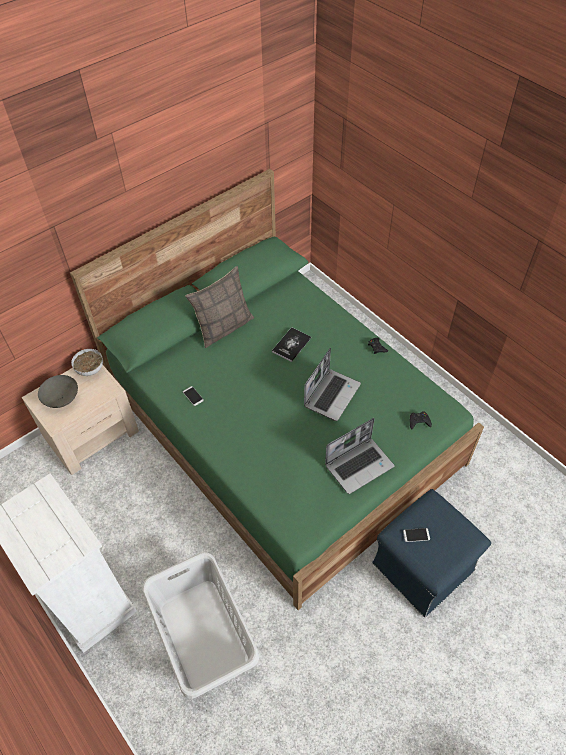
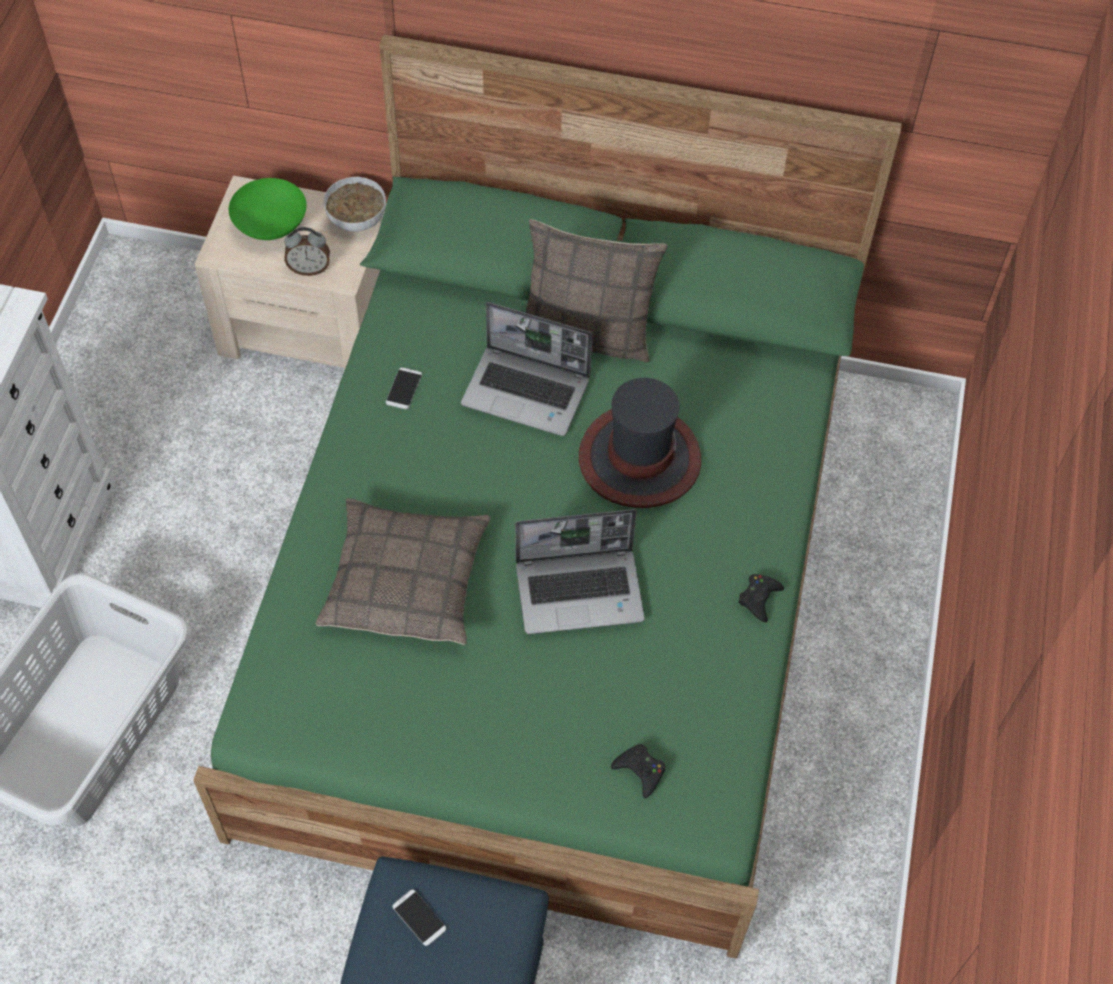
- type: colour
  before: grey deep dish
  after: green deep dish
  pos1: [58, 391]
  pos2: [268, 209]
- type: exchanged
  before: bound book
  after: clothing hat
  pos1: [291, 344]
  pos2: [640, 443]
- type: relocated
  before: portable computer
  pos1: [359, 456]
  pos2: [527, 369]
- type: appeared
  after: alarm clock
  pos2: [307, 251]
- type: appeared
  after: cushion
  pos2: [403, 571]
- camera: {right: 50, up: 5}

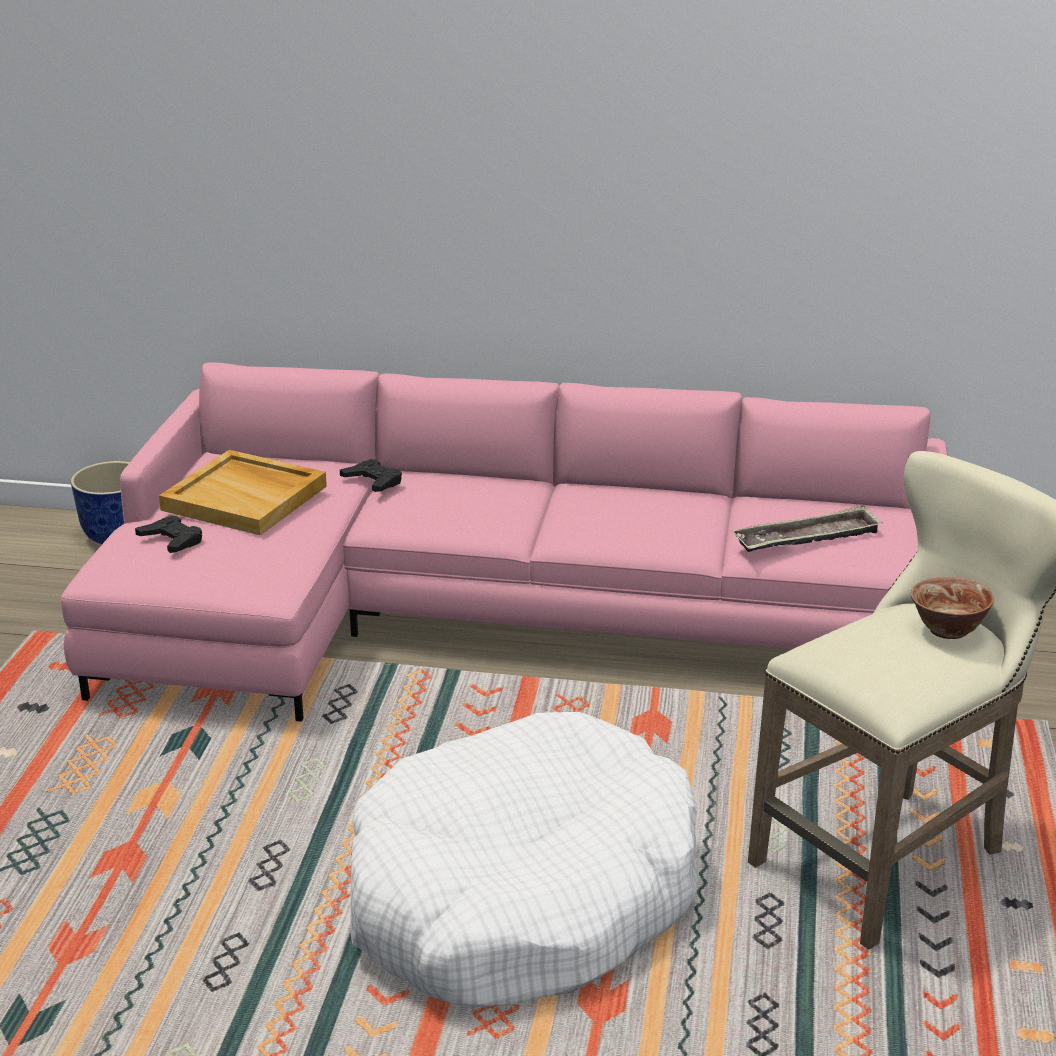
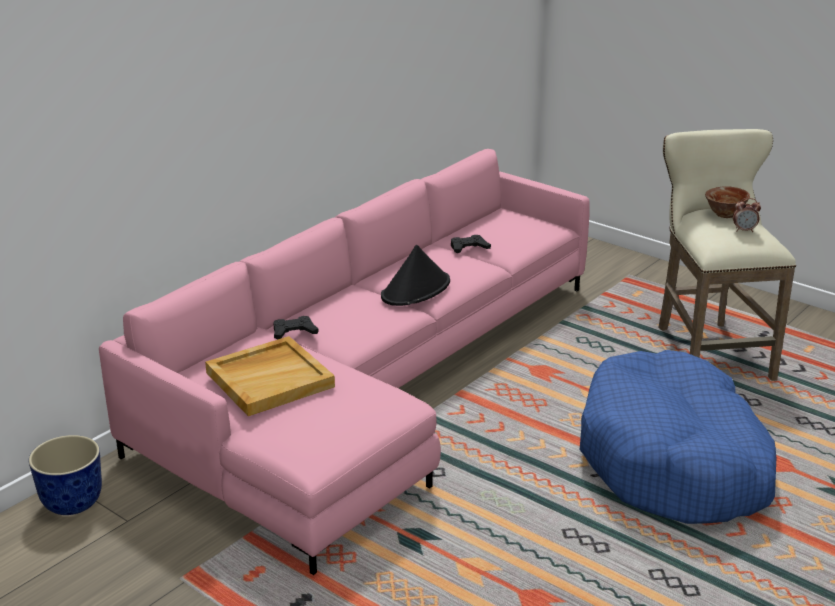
- type: relocated
  before: black joypad
  pos1: [168, 534]
  pos2: [471, 244]
- type: colour
  before: white dog bed
  after: bluish dog bed
  pos1: [524, 860]
  pos2: [678, 437]
- type: missing
  before: tray
  pos1: [807, 528]
- type: appeared
  after: black clothing hat
  pos2: [415, 275]
- type: appeared
  after: alarm clock
  pos2: [747, 215]
- camera: {right: -60, up: 0}

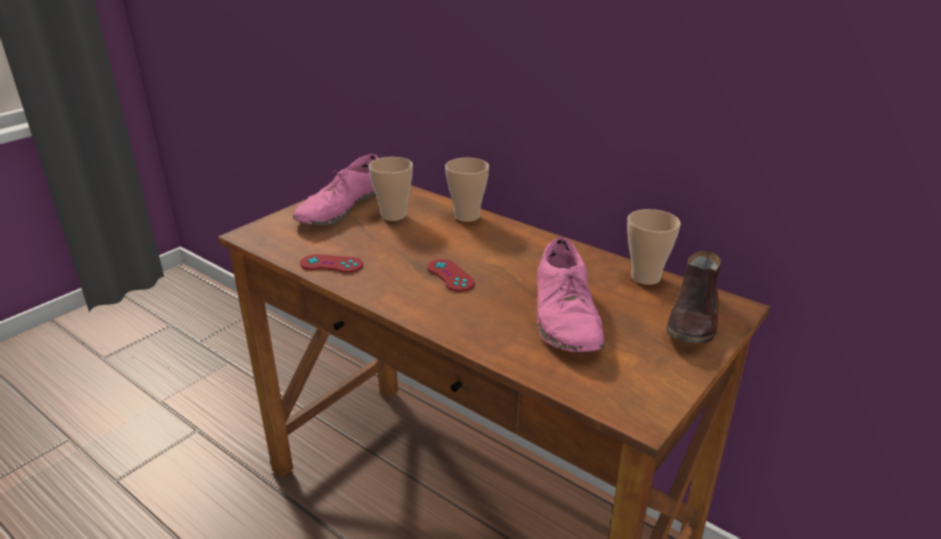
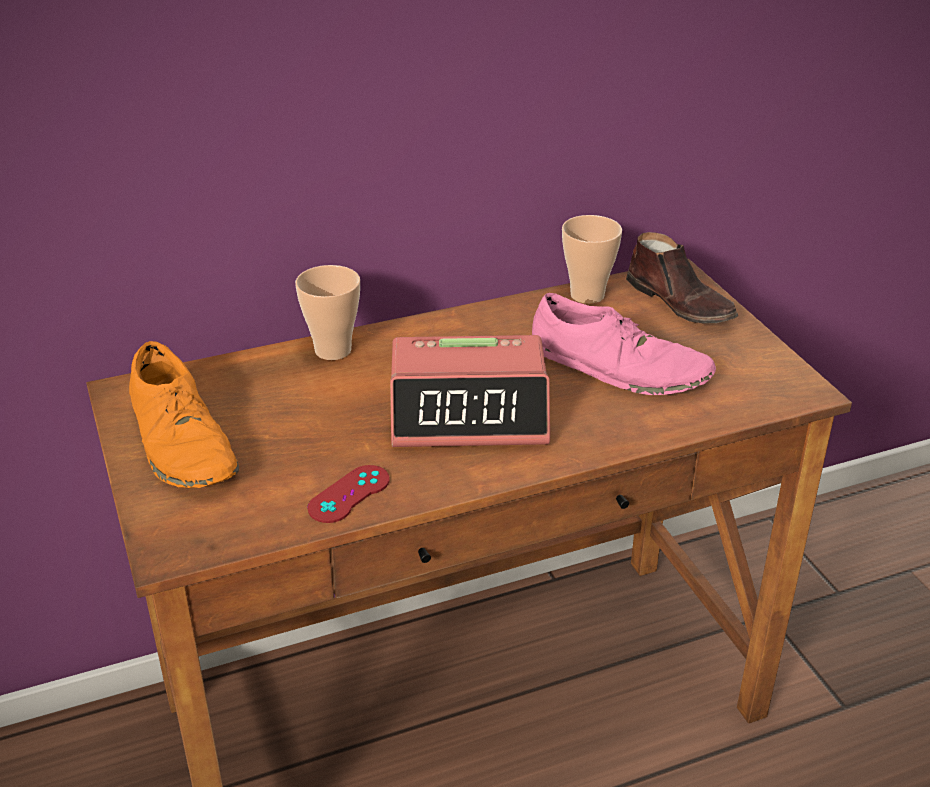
- type: colour
  before: pink-coloured low shoe
  after: orange-coloured low shoe
  pos1: [336, 190]
  pos2: [184, 414]
- type: missing
  before: drinking cup
  pos1: [391, 189]
- type: exchanged
  before: red-coloured joypad
  after: alarm clock
  pos1: [451, 275]
  pos2: [470, 391]
- camera: {right: -60, up: 5}

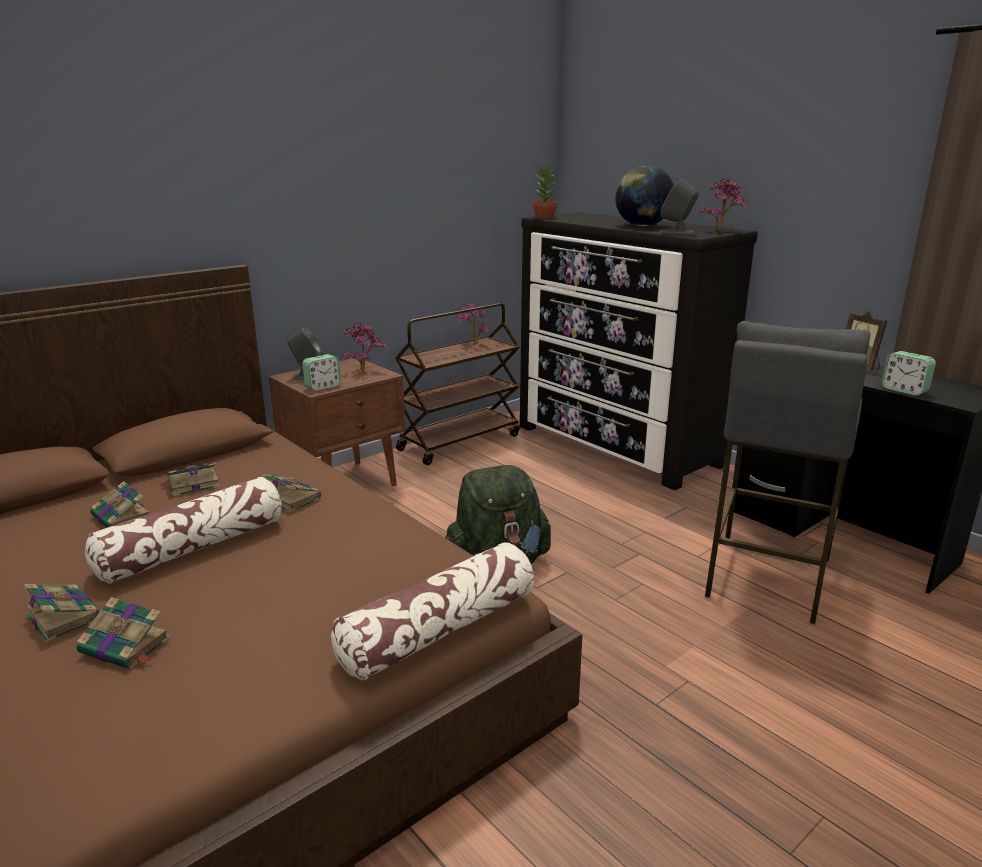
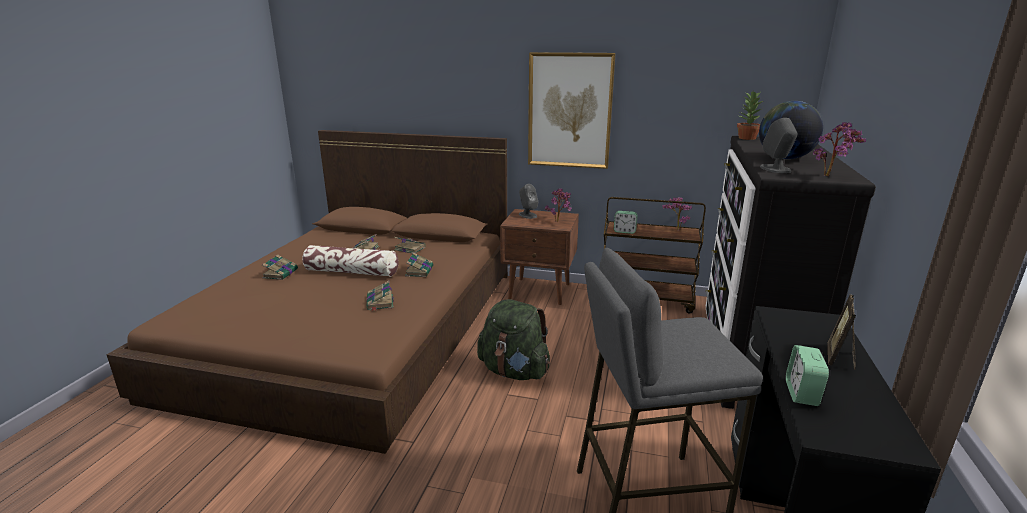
- type: relocated
  before: bound book
  pos1: [123, 633]
  pos2: [380, 296]
- type: relocated
  before: alarm clock
  pos1: [321, 372]
  pos2: [626, 222]
- type: missing
  before: cushion
  pos1: [432, 611]
- type: appeared
  after: wall art
  pos2: [572, 110]
- camera: {right: 55, up: 0}

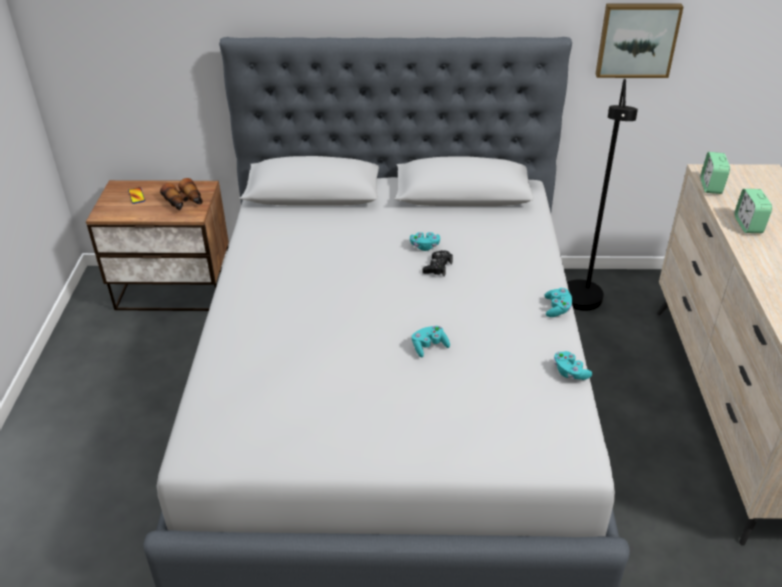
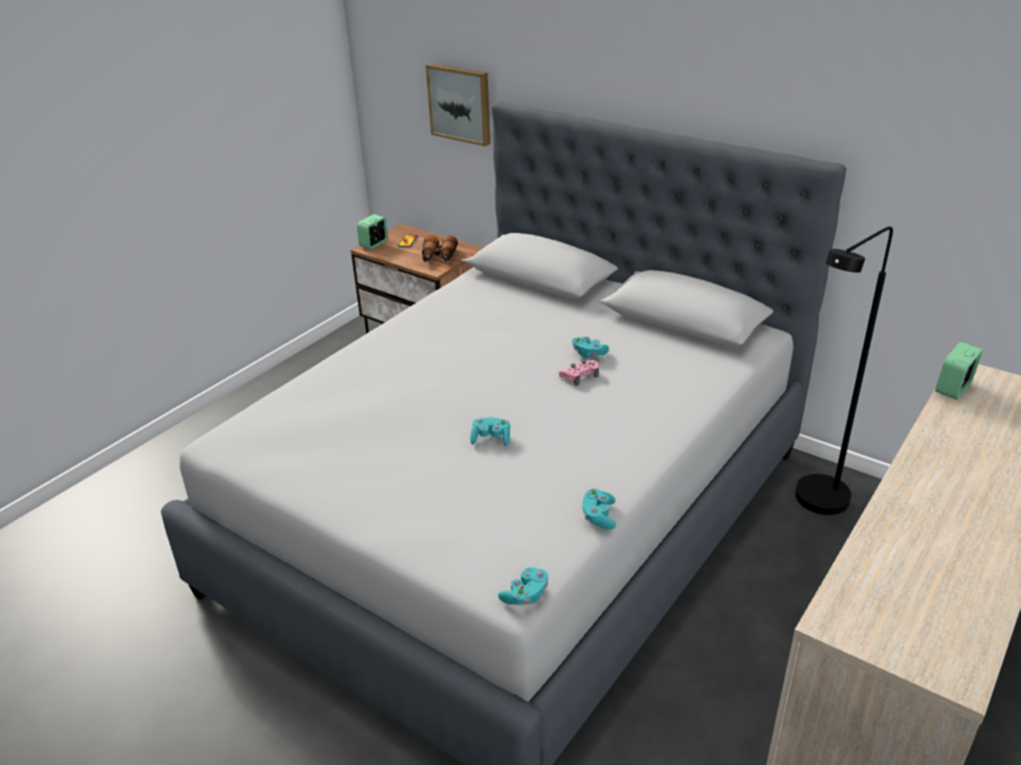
- type: colour
  before: black joypad
  after: pink-coloured joypad
  pos1: [438, 263]
  pos2: [579, 373]
- type: relocated
  before: turquoise joypad
  pos1: [558, 302]
  pos2: [523, 586]
- type: relocated
  before: wall art
  pos1: [639, 40]
  pos2: [458, 104]
- type: relocated
  before: alarm clock
  pos1: [753, 211]
  pos2: [372, 232]
- camera: {right: 35, up: -5}

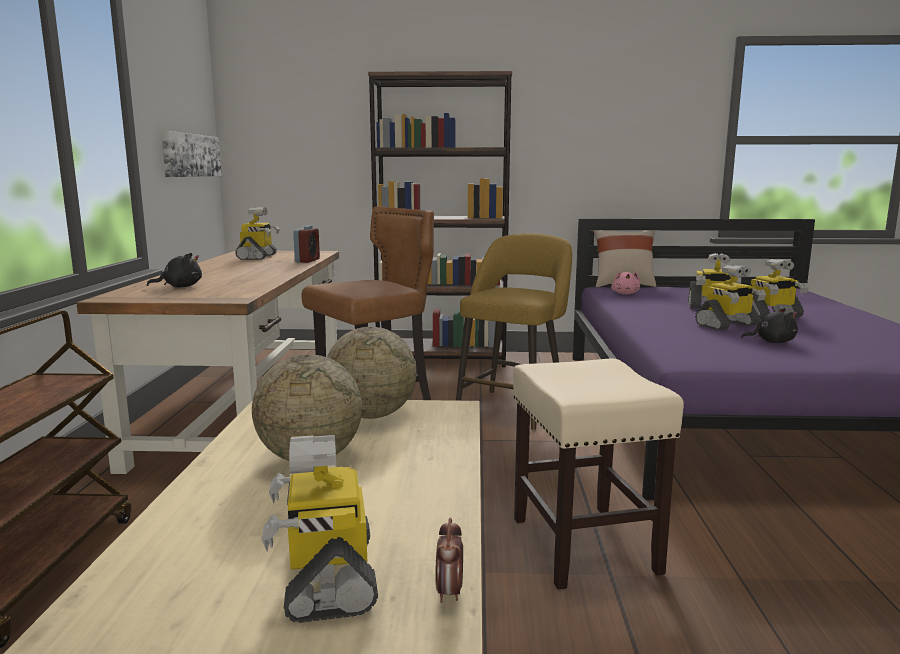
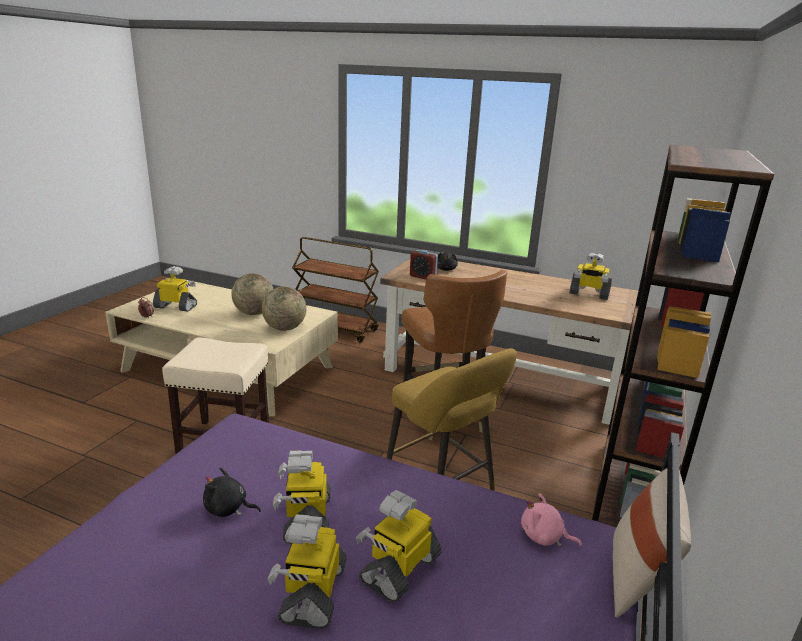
- type: missing
  before: wall art
  pos1: [191, 154]
- type: relocated
  before: alarm clock
  pos1: [306, 244]
  pos2: [424, 265]
- type: spun
  before: black cuddly toy
  pos1: [769, 325]
  pos2: [232, 492]
  turn: 75
- camera: {right: 110, up: 10}

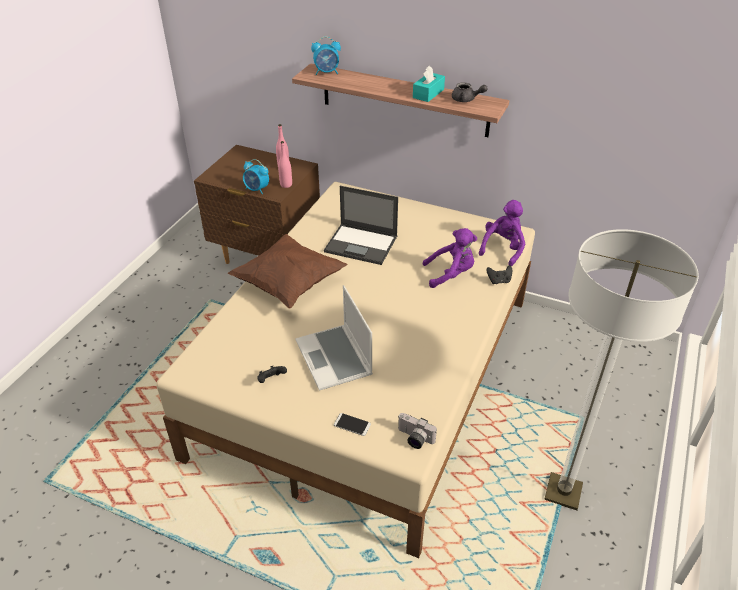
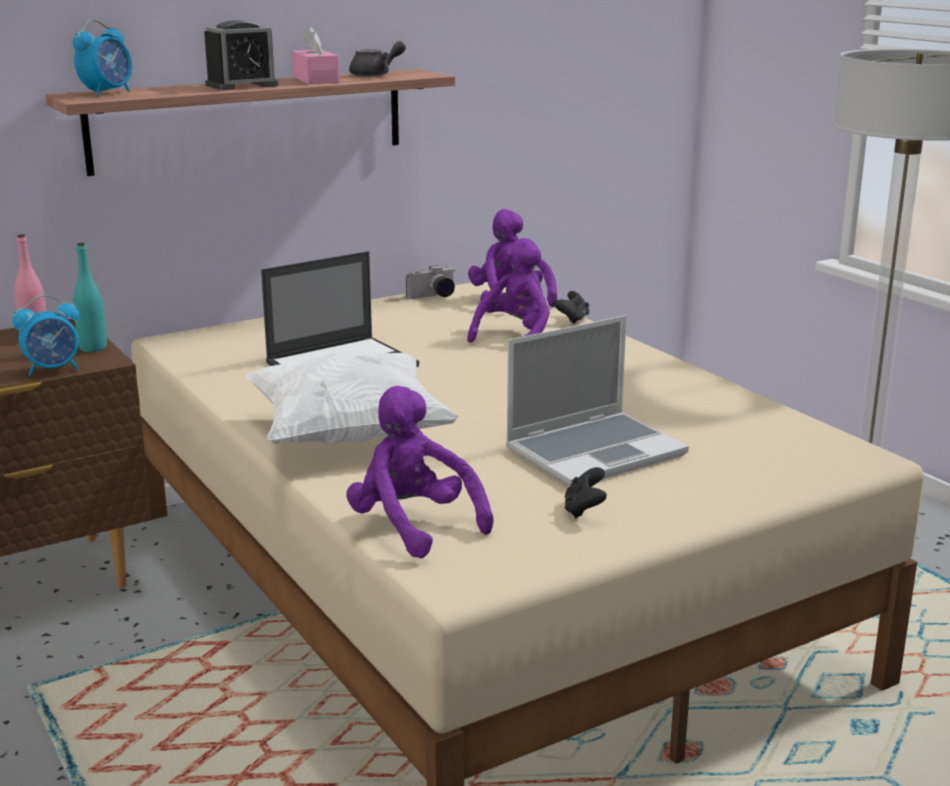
- type: colour
  before: brownish cushion
  after: white cushion
  pos1: [288, 271]
  pos2: [353, 398]
- type: colour
  before: pink-coloured bottle
  after: turquoise bottle
  pos1: [285, 164]
  pos2: [90, 297]
- type: spun
  before: portable computer
  pos1: [334, 338]
  pos2: [597, 400]
  turn: -45
- type: missing
  before: telephone
  pos1: [352, 424]
- type: relocated
  before: photo camera
  pos1: [417, 431]
  pos2: [430, 282]
- type: colour
  before: turquoise tissue holder
  after: pink-coloured tissue holder
  pos1: [429, 84]
  pos2: [315, 55]
- type: appeared
  after: alarm clock
  pos2: [241, 55]
- type: appeared
  after: purple-coloured cuddly toy
  pos2: [419, 472]
- camera: {right: -55, up: -20}

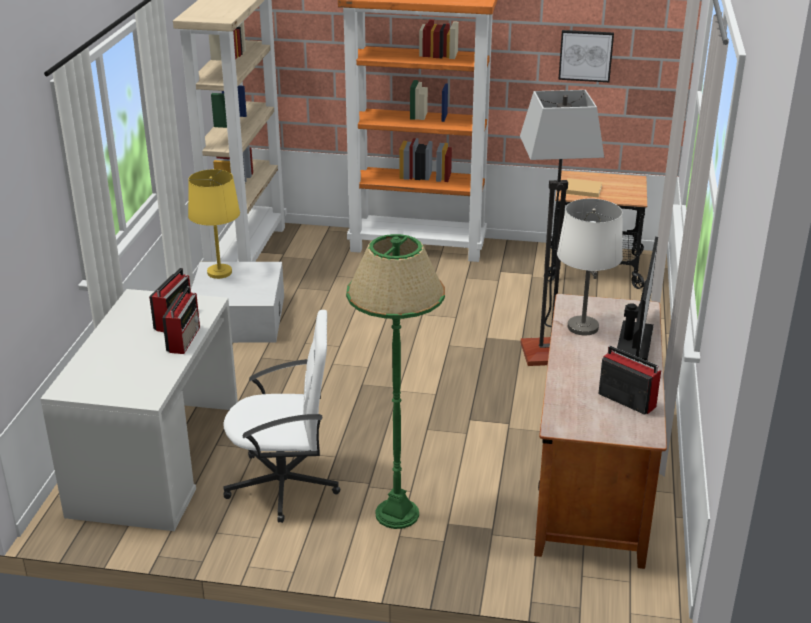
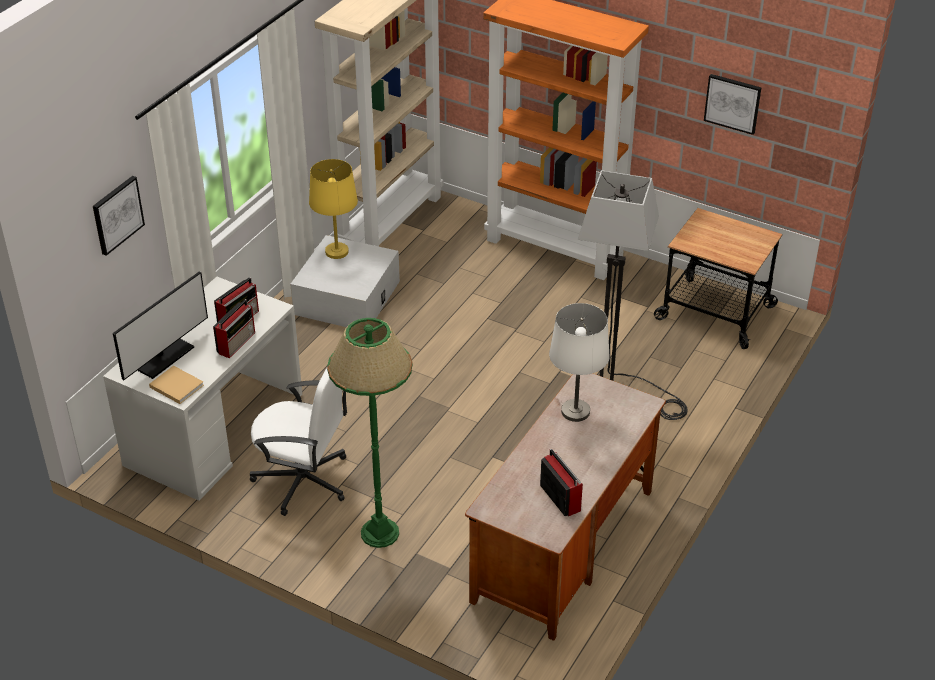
- type: relocated
  before: sand-coloured bound book
  pos1: [584, 187]
  pos2: [176, 385]
- type: relocated
  before: computer display
  pos1: [637, 298]
  pos2: [160, 325]
- type: appeared
  after: wall art
  pos2: [119, 216]
- camera: {right: 20, up: 10}

